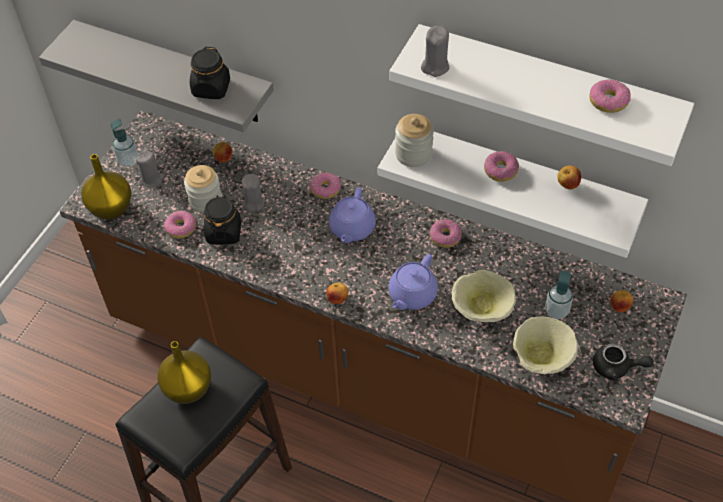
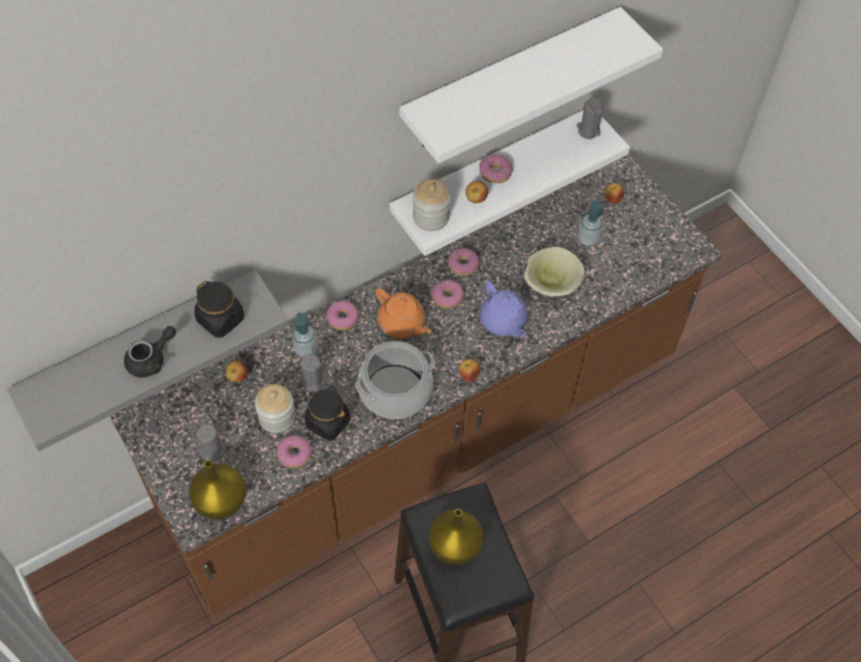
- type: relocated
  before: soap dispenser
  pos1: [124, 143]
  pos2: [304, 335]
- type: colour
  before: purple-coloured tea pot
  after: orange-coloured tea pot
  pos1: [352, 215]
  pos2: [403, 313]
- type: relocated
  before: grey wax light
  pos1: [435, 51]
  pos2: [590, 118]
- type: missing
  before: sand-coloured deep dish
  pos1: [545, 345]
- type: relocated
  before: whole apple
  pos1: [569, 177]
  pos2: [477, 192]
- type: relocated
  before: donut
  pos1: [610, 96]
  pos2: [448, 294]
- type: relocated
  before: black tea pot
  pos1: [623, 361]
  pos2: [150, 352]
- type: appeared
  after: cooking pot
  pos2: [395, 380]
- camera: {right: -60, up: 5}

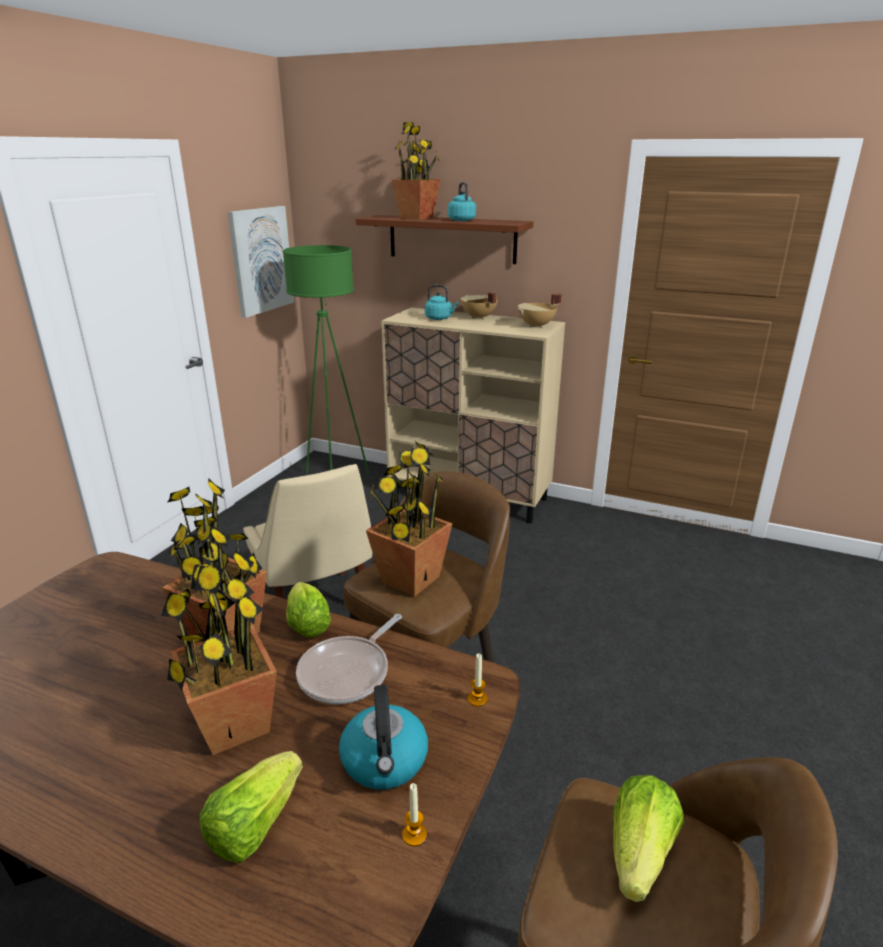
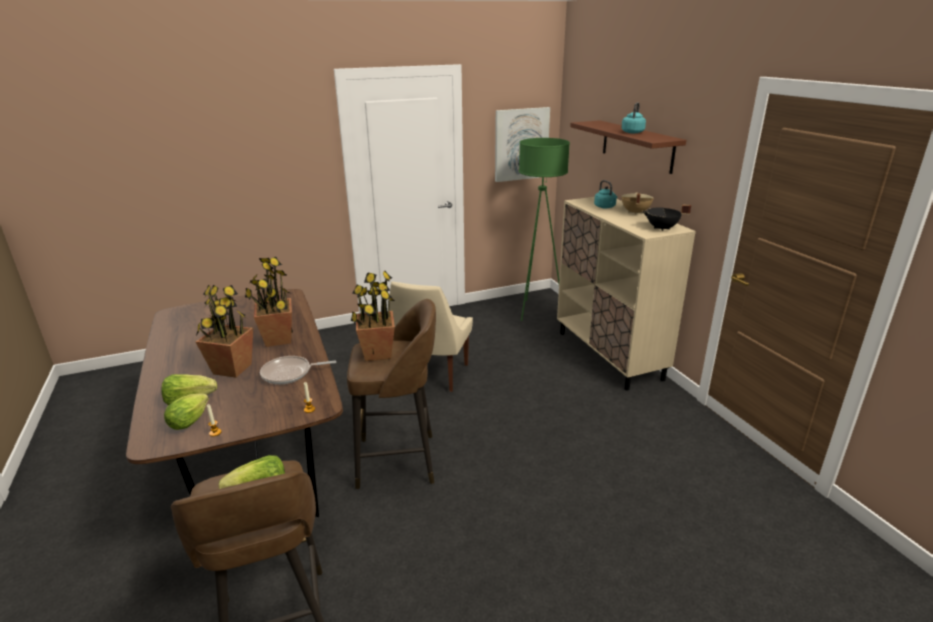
- type: relocated
  before: head of lettuce
  pos1: [308, 610]
  pos2: [186, 412]
- type: missing
  before: kettle
  pos1: [383, 737]
- type: missing
  before: houseplant
  pos1: [416, 171]
- type: colour
  before: sand-coloured cooking pot
  after: black cooking pot
  pos1: [539, 310]
  pos2: [666, 217]
- camera: {right: 45, up: 0}

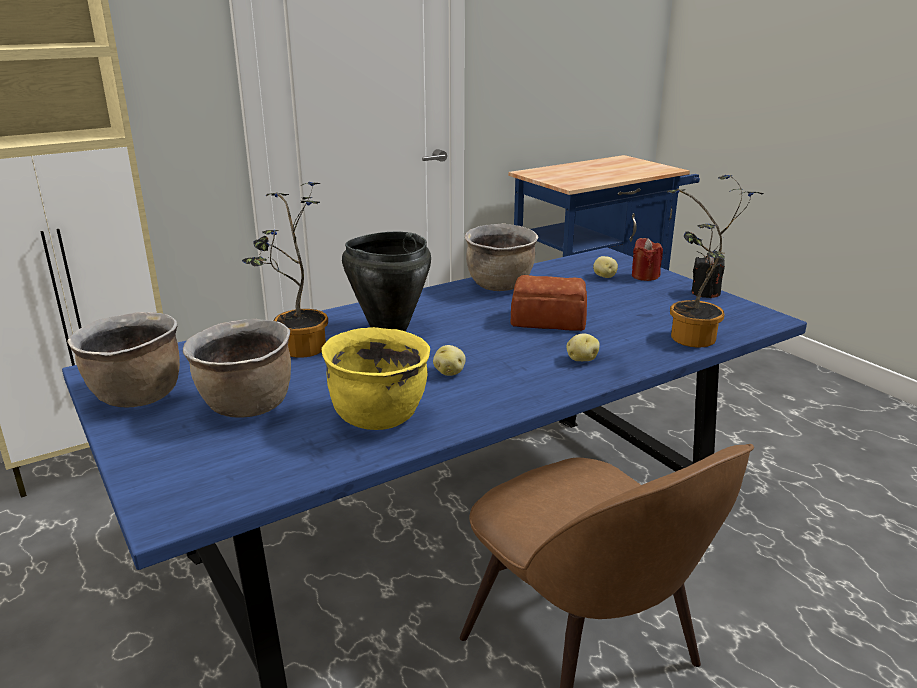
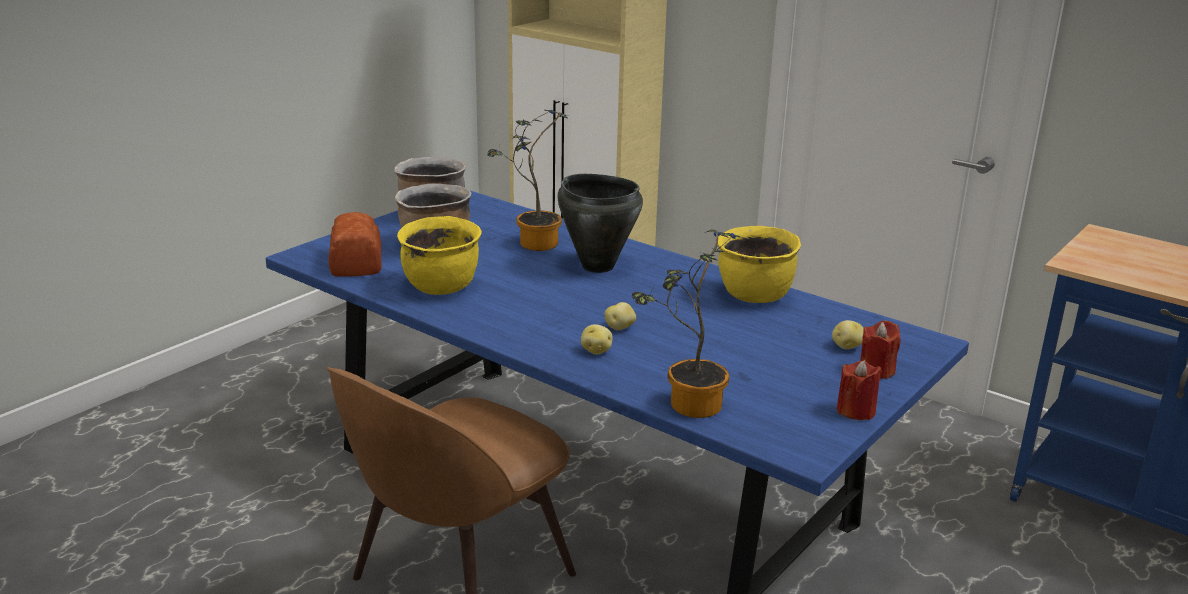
- type: relocated
  before: spud
  pos1: [449, 360]
  pos2: [620, 316]
- type: colour
  before: brownish cooking pot
  after: yellow-coloured cooking pot
  pos1: [501, 257]
  pos2: [759, 264]
- type: relocated
  before: baked bread
  pos1: [549, 303]
  pos2: [355, 244]
- type: colour
  before: black wax light
  after: red-coloured wax light
  pos1: [708, 277]
  pos2: [859, 390]
- camera: {right: 70, up: 0}

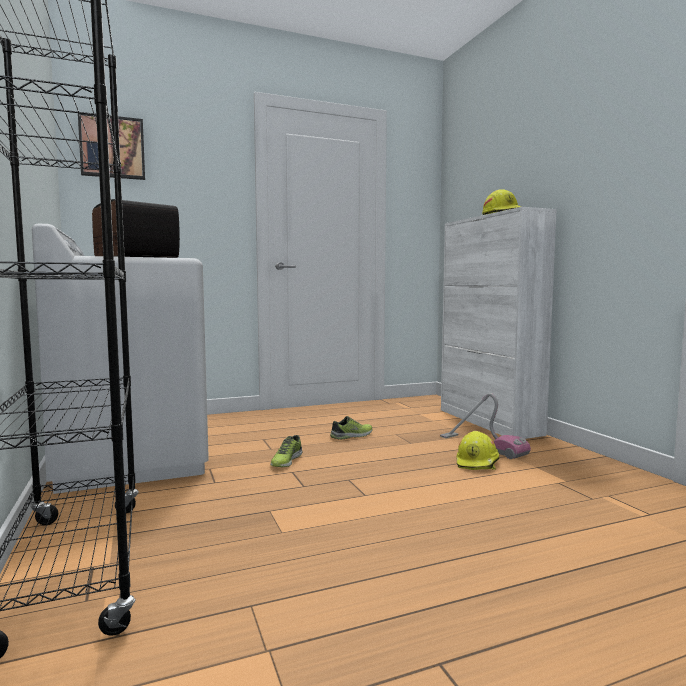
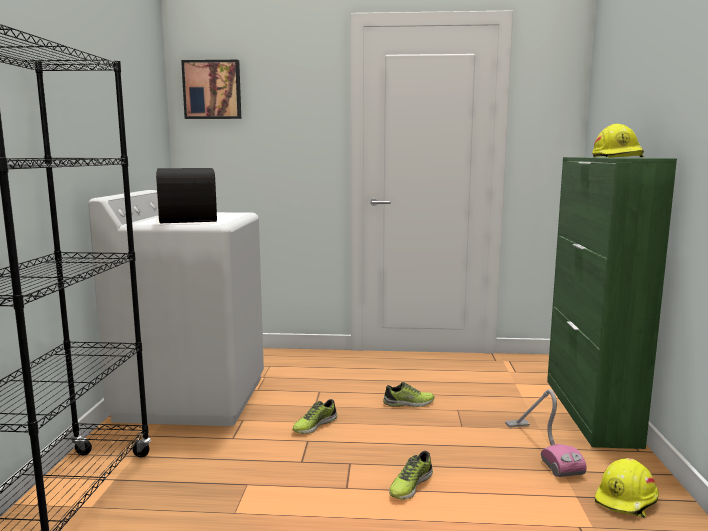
- type: colour
  before: white storage cabinet
  after: green storage cabinet
  pos1: [499, 323]
  pos2: [612, 303]
- type: relocated
  before: yellow-coloured safety helmet
  pos1: [478, 450]
  pos2: [627, 488]
- type: appeared
  after: low shoe
  pos2: [411, 475]
- camera: {right: 25, up: 5}

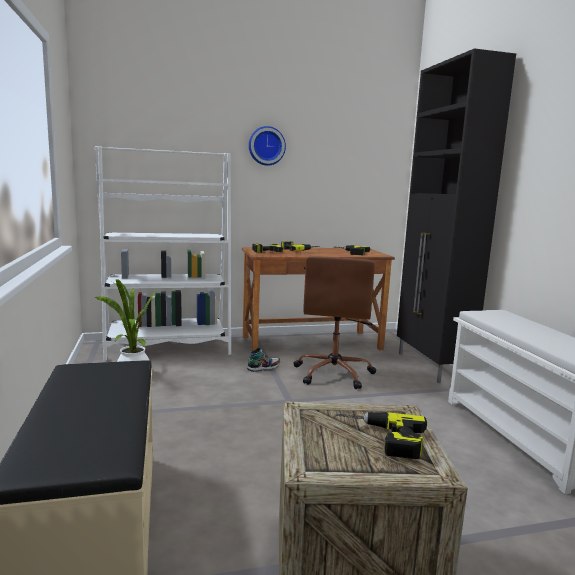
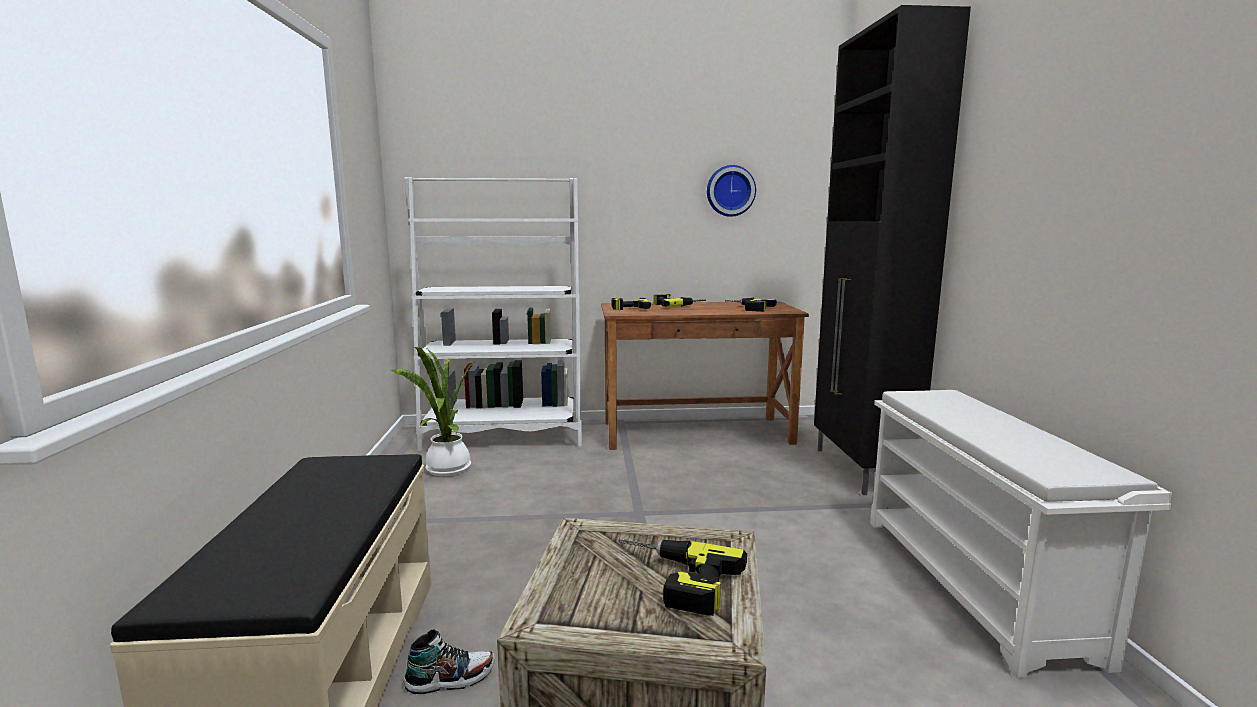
- type: relocated
  before: low shoe
  pos1: [263, 359]
  pos2: [449, 661]
- type: relocated
  before: clock on the wall
  pos1: [267, 146]
  pos2: [731, 191]
- type: missing
  before: brownish computer chair
  pos1: [335, 322]
- camera: {right: 10, up: 0}

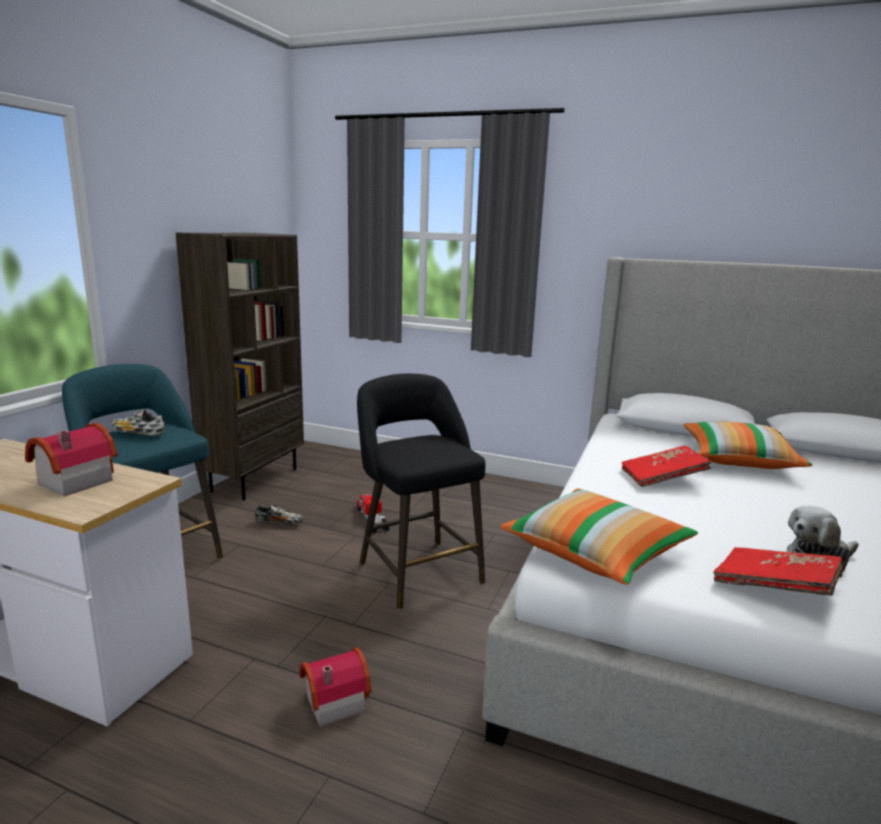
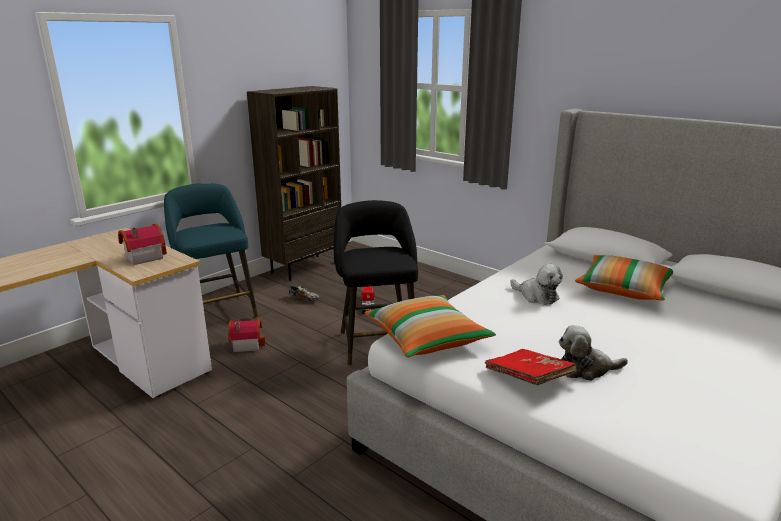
- type: missing
  before: low shoe
  pos1: [137, 423]
- type: relocated
  before: toy house
  pos1: [335, 687]
  pos2: [246, 335]
- type: exchanged
  before: red-coloured bound book
  after: cuddly toy
  pos1: [667, 466]
  pos2: [536, 284]
- camera: {right: 20, up: 5}

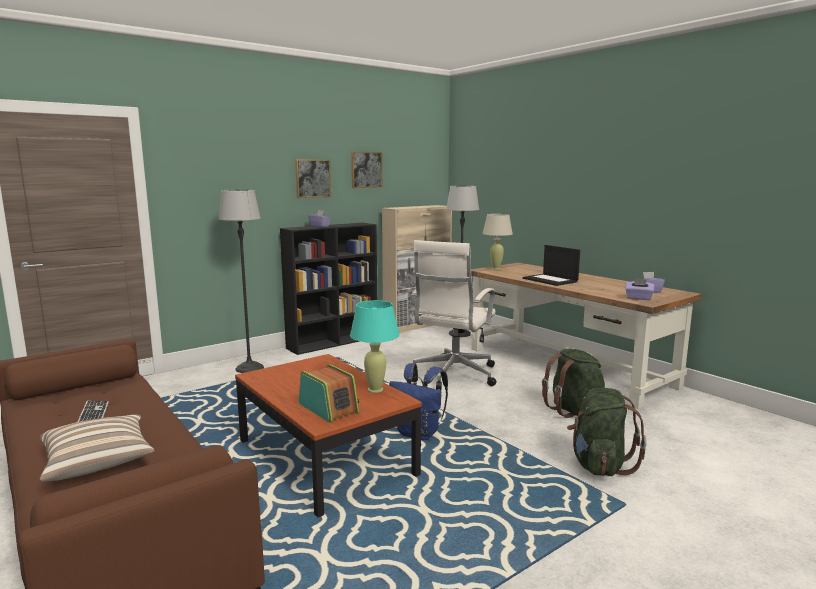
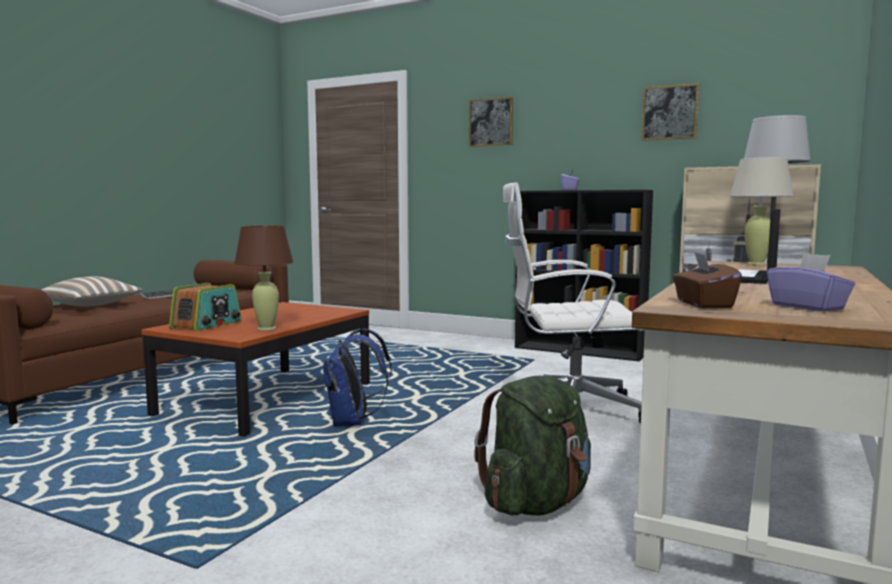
- type: missing
  before: standard lamp
  pos1: [241, 281]
- type: relocated
  before: wall art
  pos1: [313, 178]
  pos2: [491, 122]
- type: colour
  before: turquoise table lamp
  after: brownish table lamp
  pos1: [375, 346]
  pos2: [264, 278]
- type: missing
  before: green knapsack
  pos1: [607, 432]
- type: colour
  before: purple-coloured tissue holder
  after: brownish tissue holder
  pos1: [639, 289]
  pos2: [707, 280]
- camera: {right: 65, up: -5}

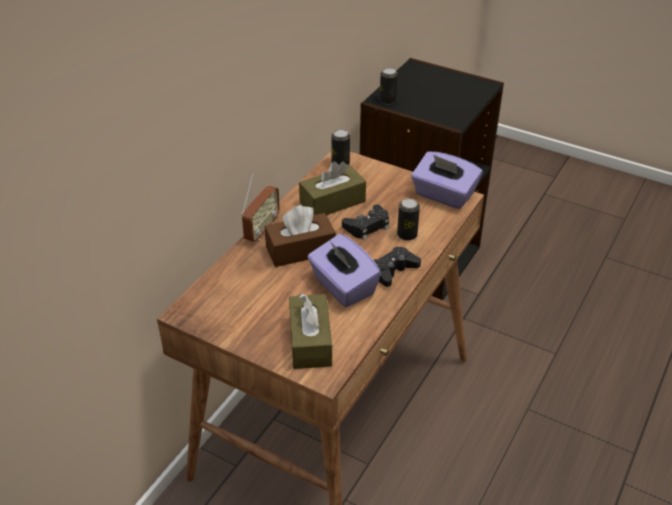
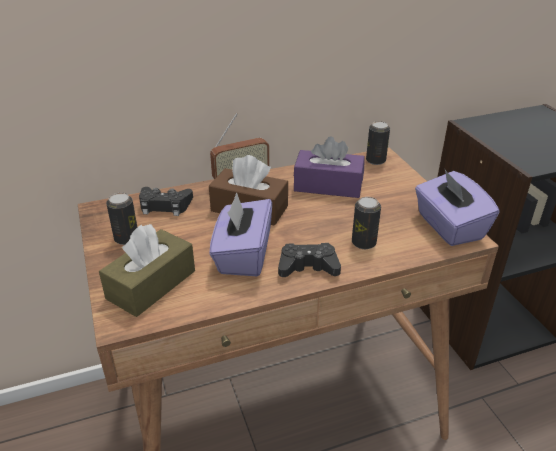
- type: colour
  before: brownish tissue holder
  after: purple-coloured tissue holder
  pos1: [332, 188]
  pos2: [329, 167]
- type: relocated
  before: black joypad
  pos1: [365, 222]
  pos2: [166, 201]
- type: relocated
  before: can
  pos1: [389, 86]
  pos2: [121, 219]
- camera: {right: 40, up: -5}

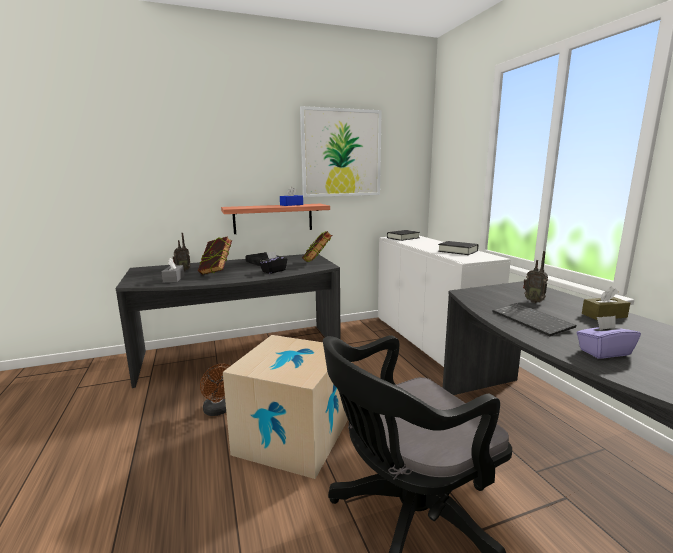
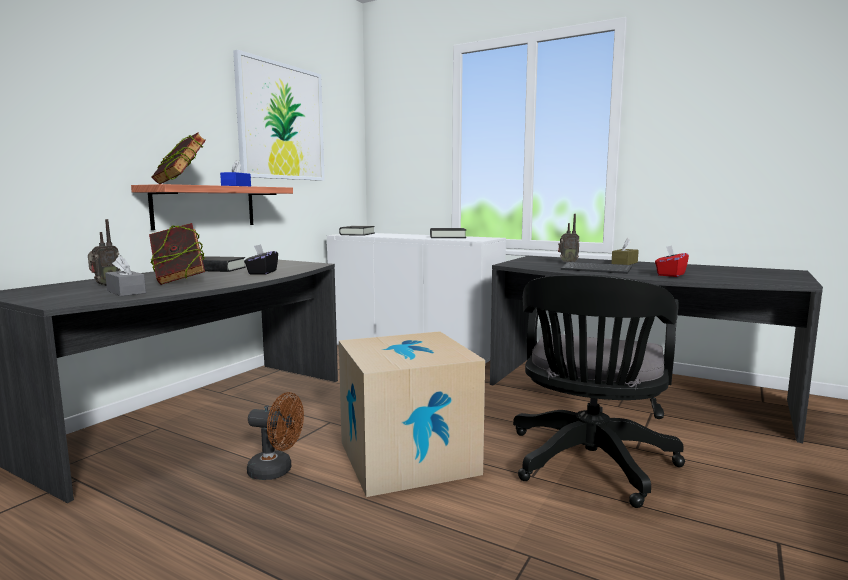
- type: relocated
  before: bound book
  pos1: [317, 246]
  pos2: [178, 158]
- type: colour
  before: purple-coloured tissue holder
  after: red-coloured tissue holder
  pos1: [608, 337]
  pos2: [672, 261]
- camera: {right: -40, up: -5}

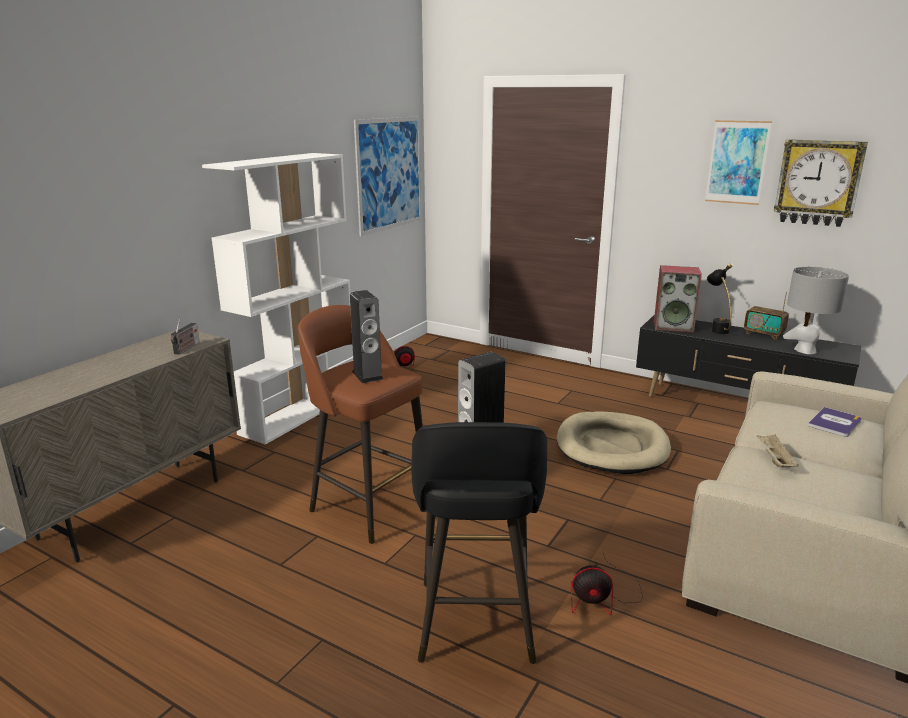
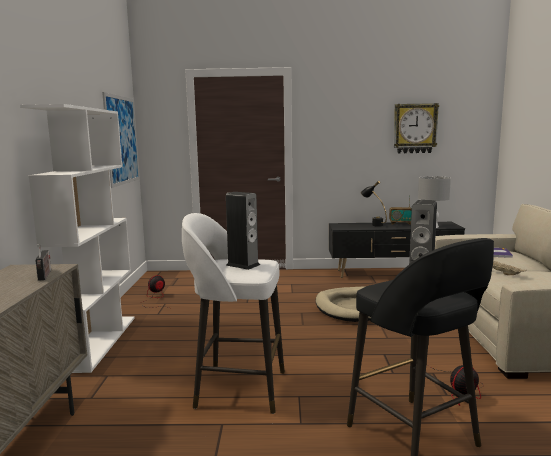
- type: colour
  before: brownish stool
  after: white stool
  pos1: [360, 424]
  pos2: [233, 313]
- type: missing
  before: loudspeaker
  pos1: [678, 299]
- type: missing
  before: wall art
  pos1: [738, 162]
- camera: {right: -30, up: -10}

